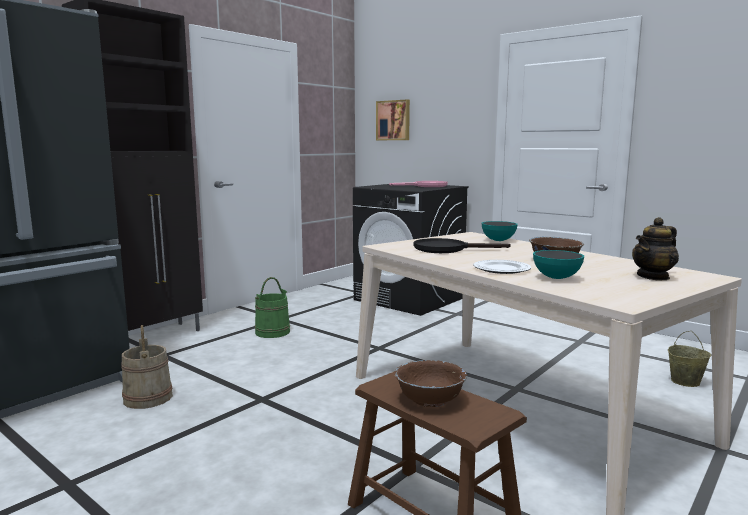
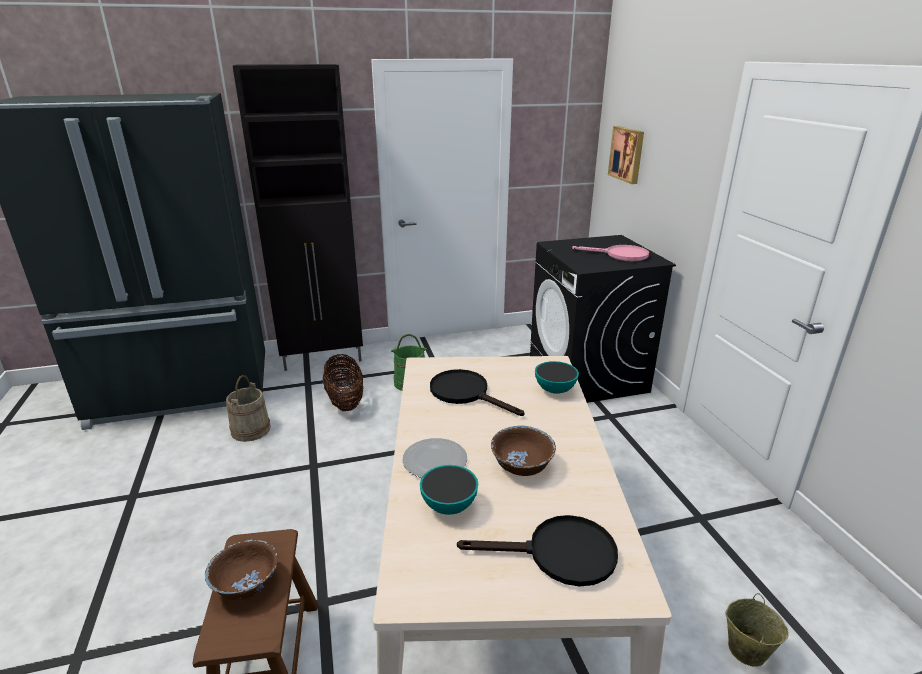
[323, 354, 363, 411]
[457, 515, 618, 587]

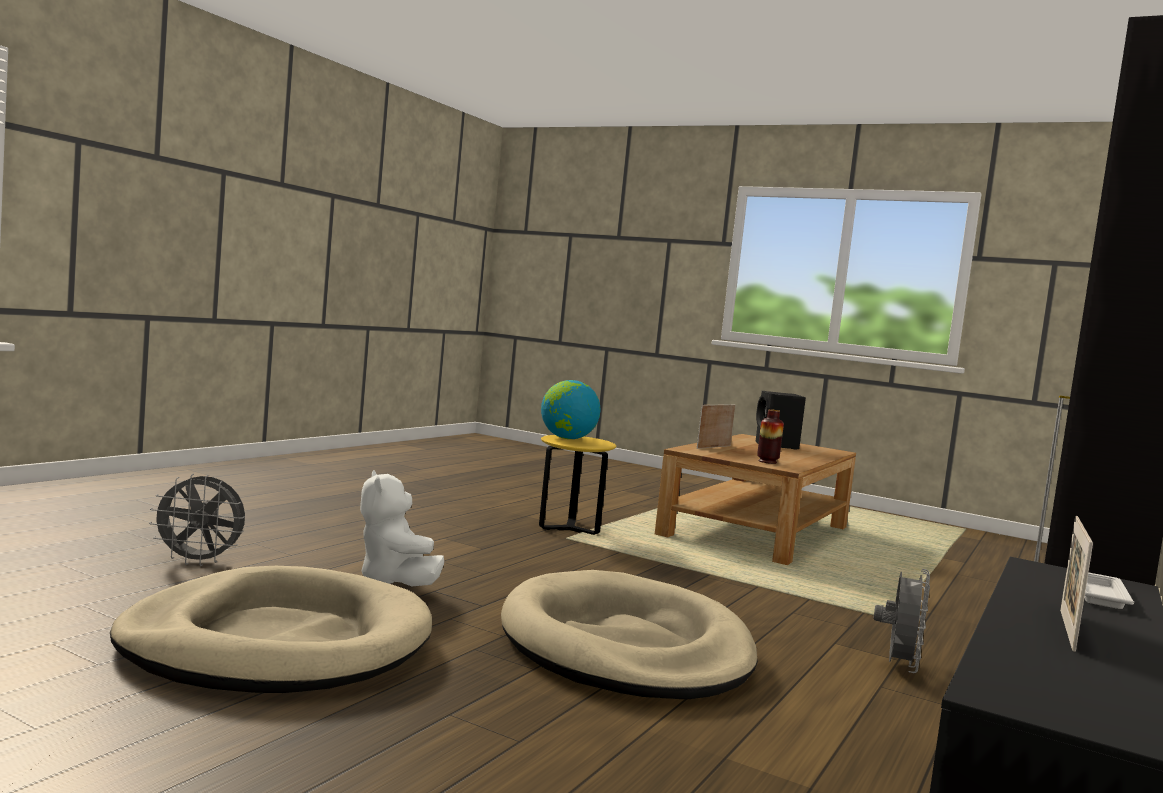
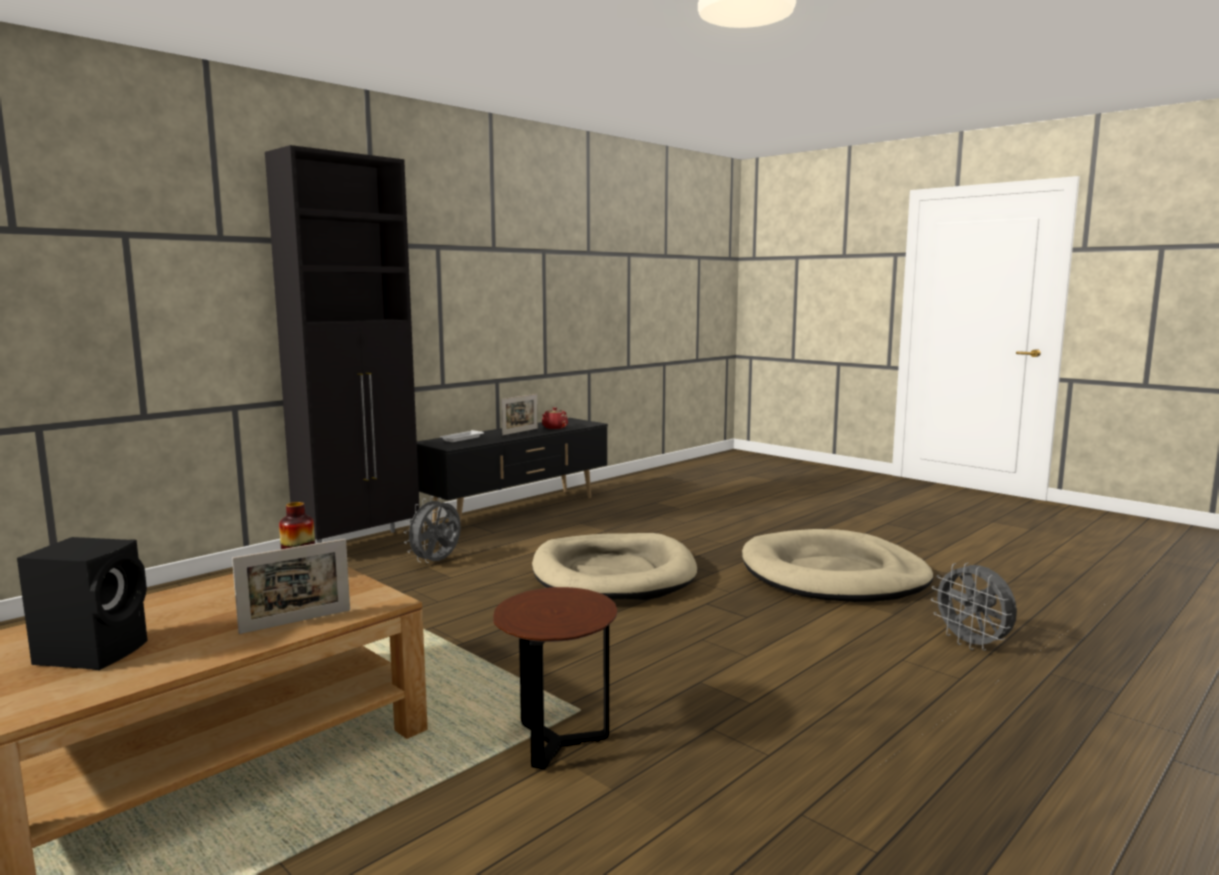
[493, 587, 617, 770]
[542, 407, 568, 429]
[931, 563, 1017, 651]
[360, 470, 444, 586] (first image)
[541, 380, 601, 439] (first image)

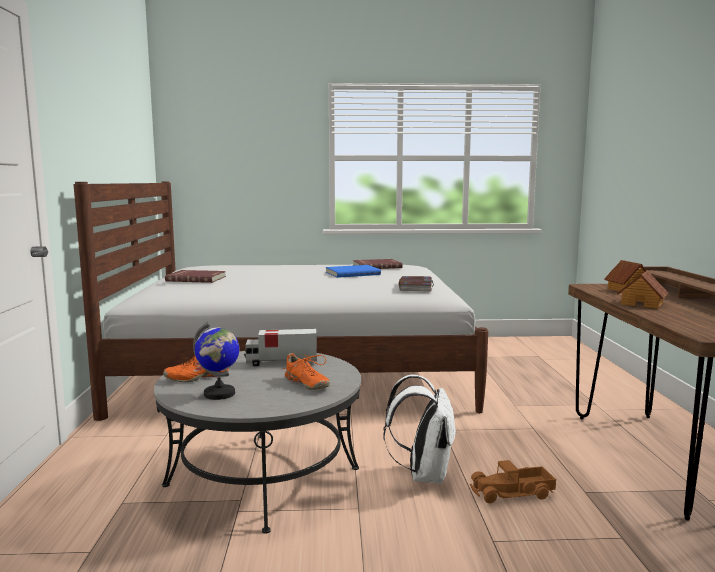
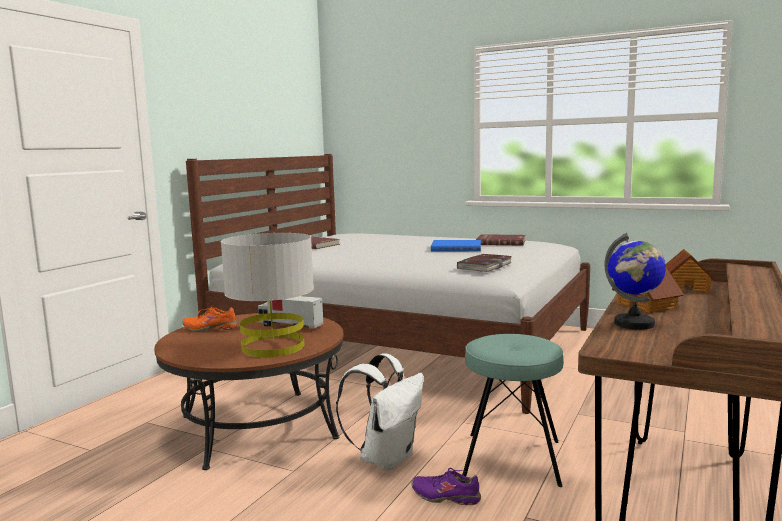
[154, 313, 343, 470]
[221, 233, 314, 357]
[412, 468, 481, 505]
[462, 334, 563, 487]
[604, 233, 666, 330]

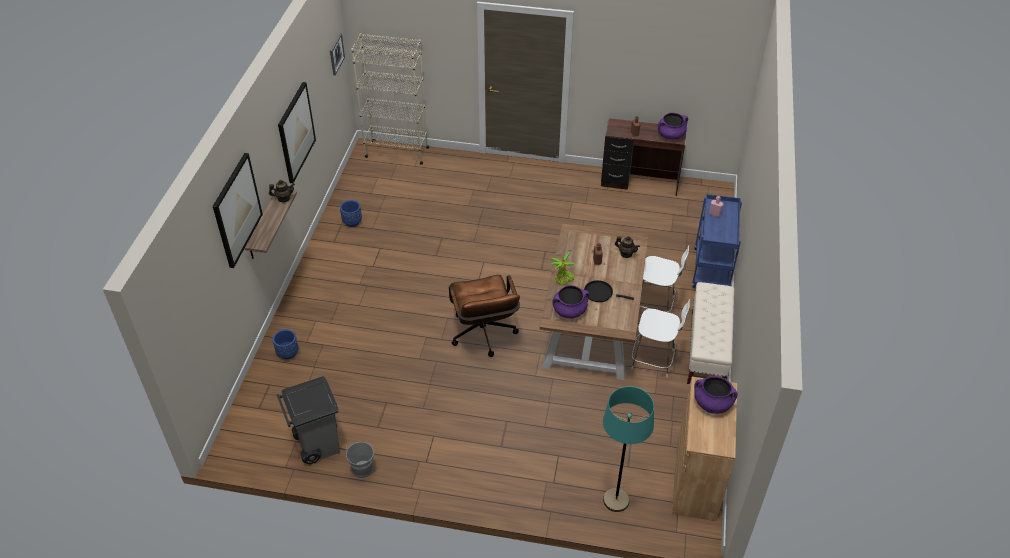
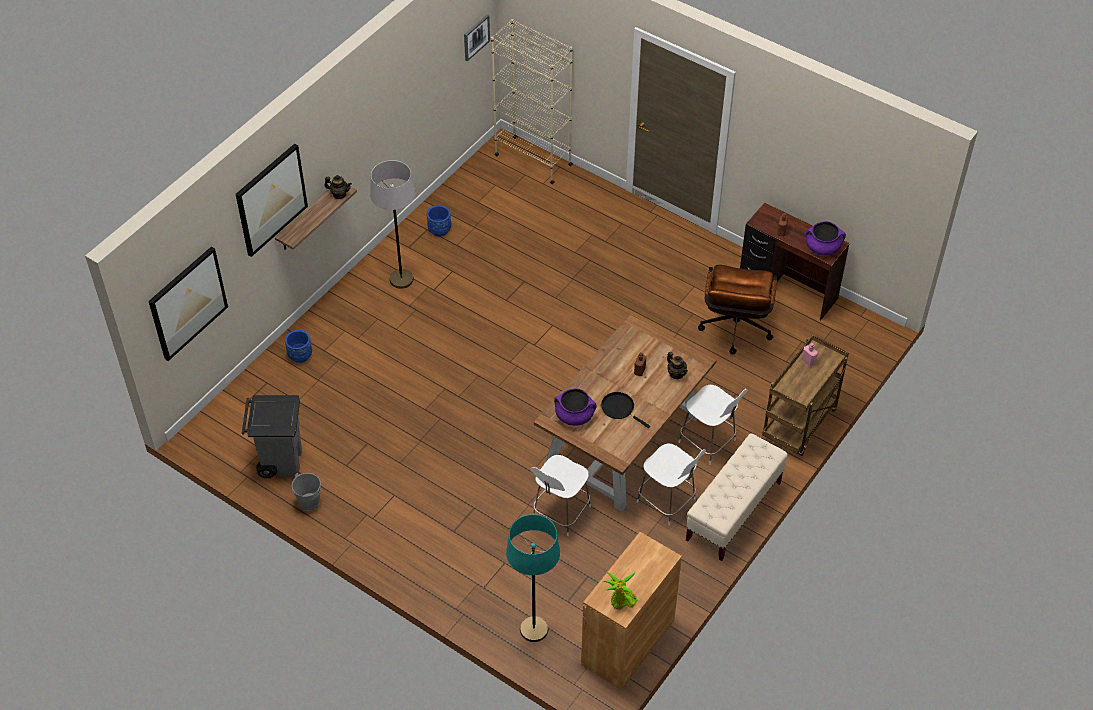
[148, 246, 228, 361]
[370, 160, 415, 289]
[531, 455, 591, 536]
[603, 572, 637, 610]
[698, 265, 778, 354]
[762, 335, 849, 456]
[694, 376, 738, 414] (first image)

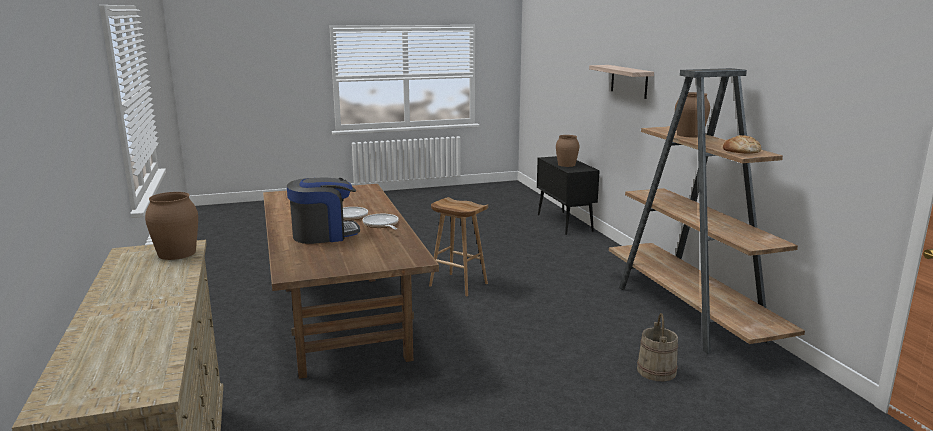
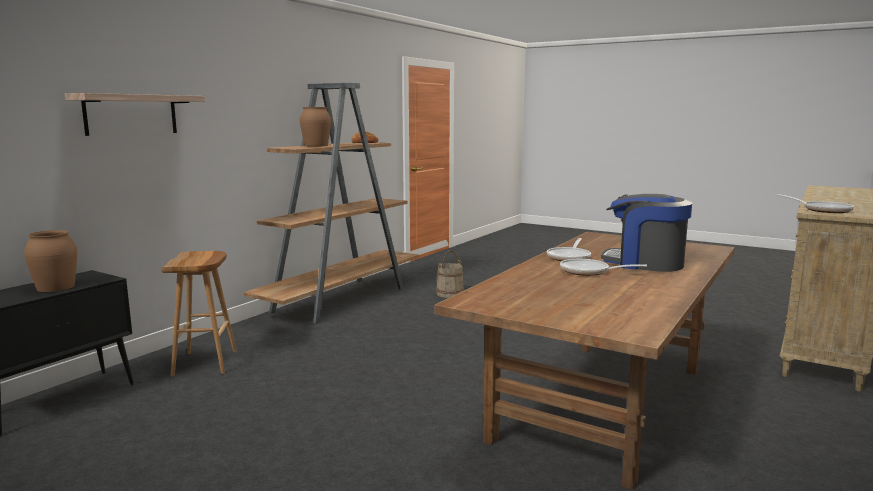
[161, 251, 237, 377]
[777, 194, 854, 213]

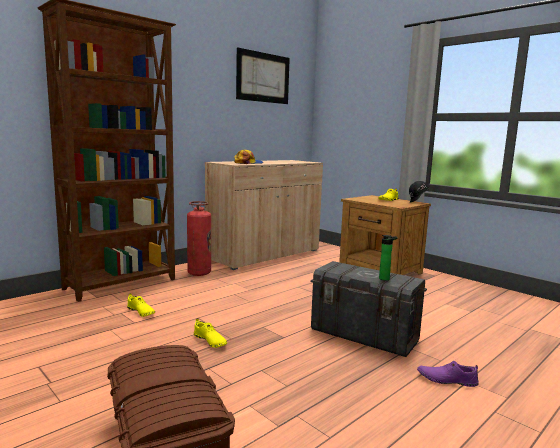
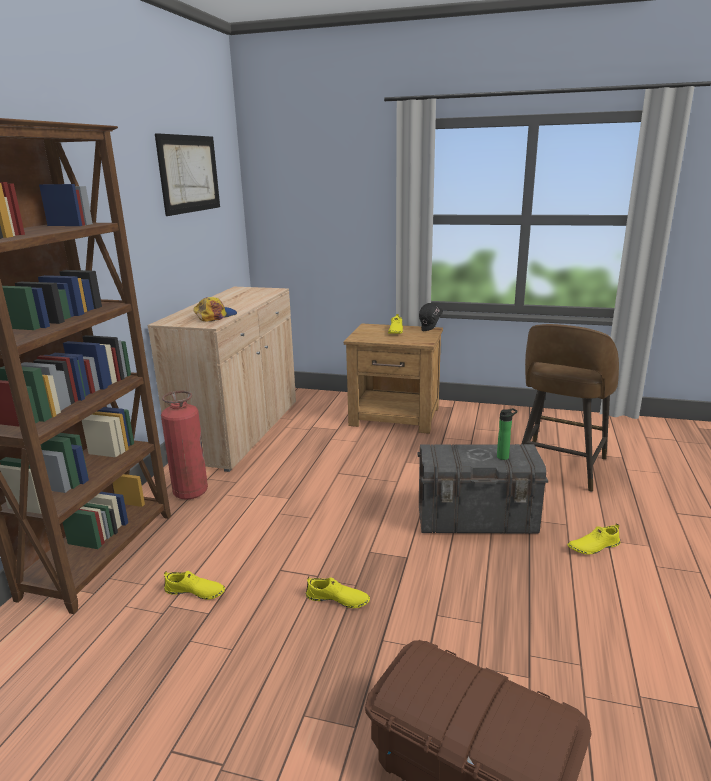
[522, 324, 619, 492]
[567, 523, 620, 555]

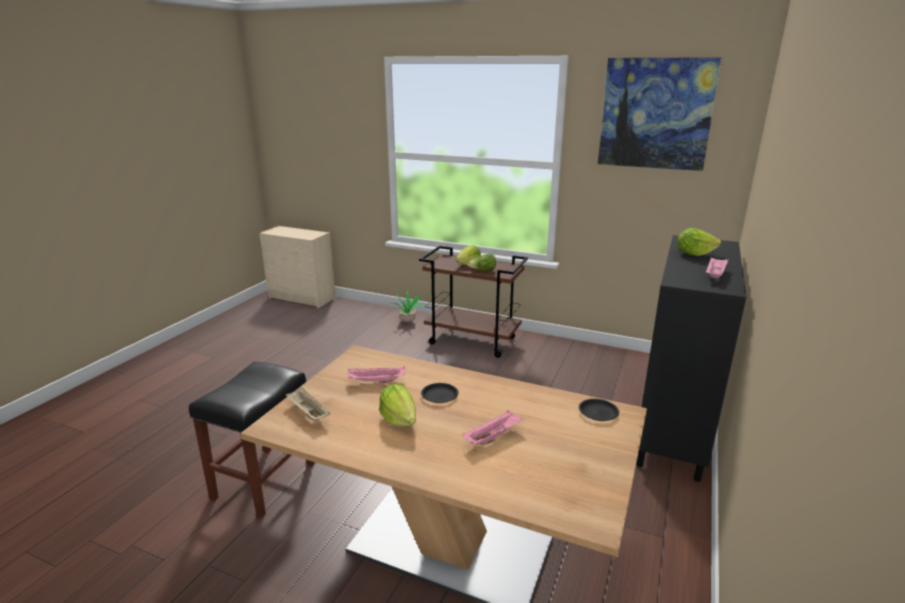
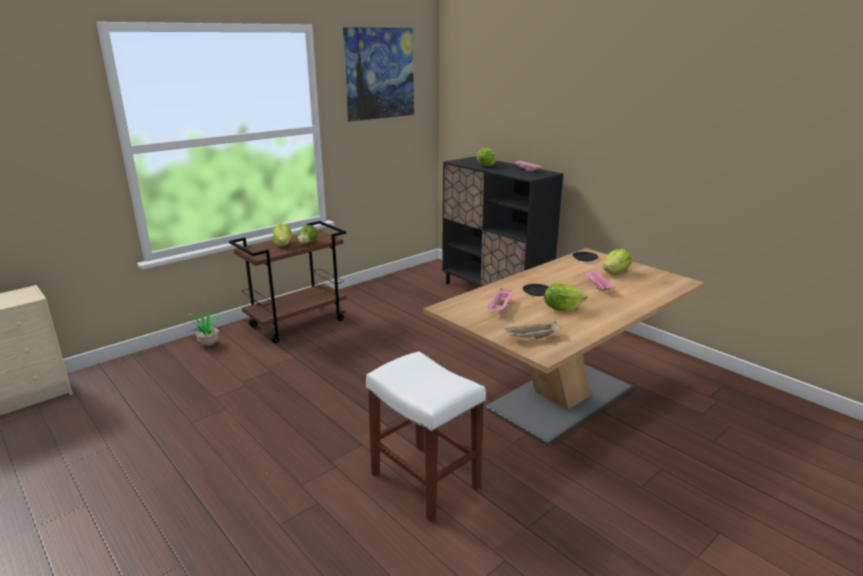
[366, 351, 486, 522]
[603, 249, 632, 273]

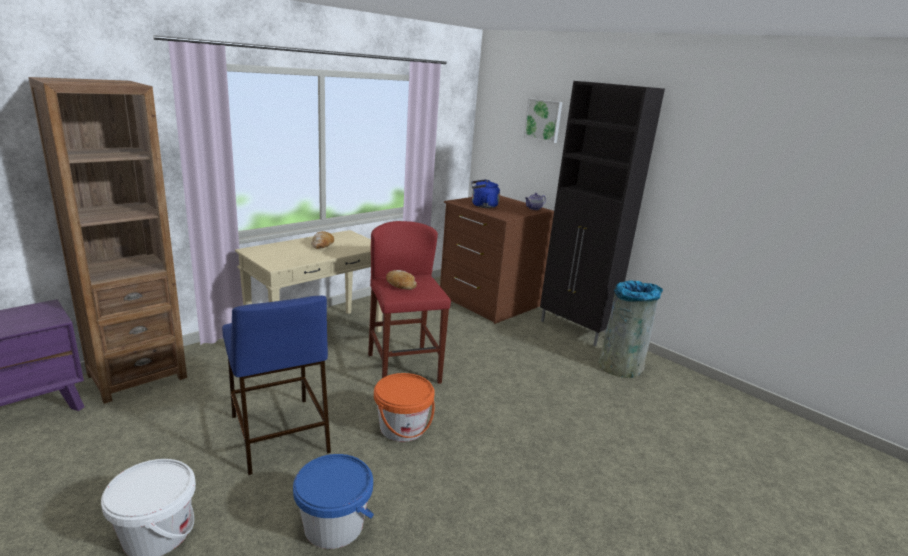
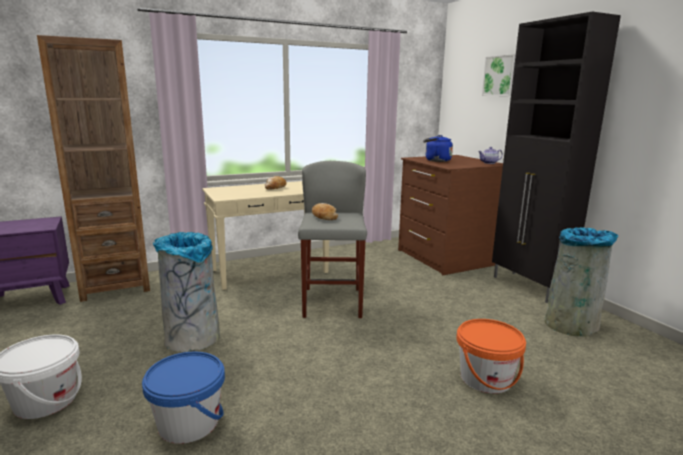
[153, 232, 220, 352]
[298, 161, 367, 318]
[456, 319, 526, 394]

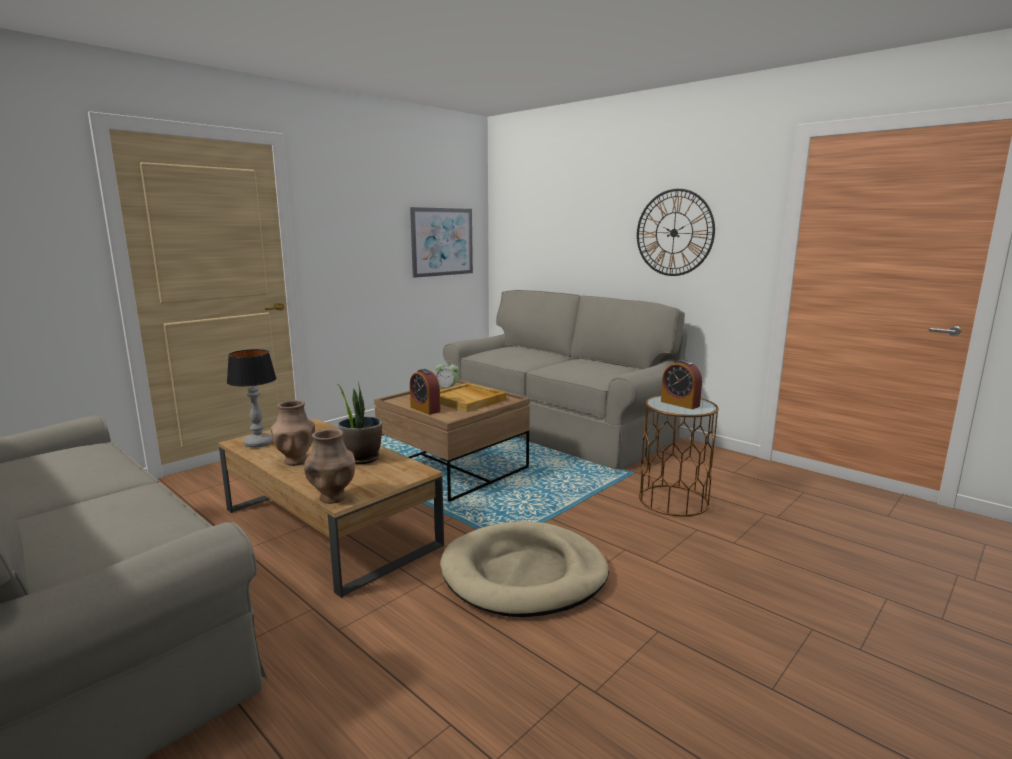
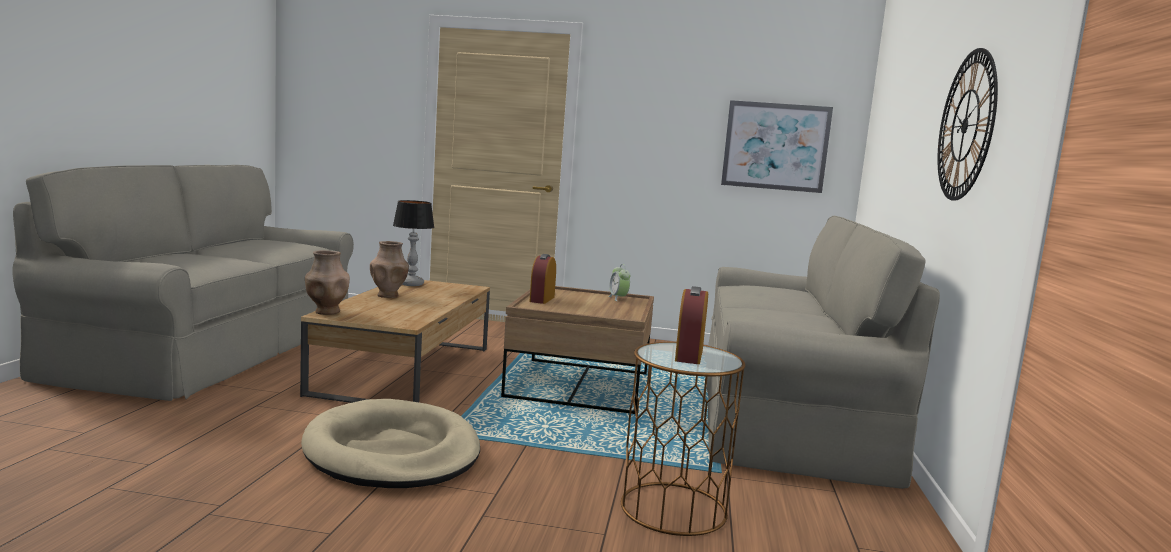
[336, 382, 382, 464] (first image)
[440, 383, 507, 412] (first image)

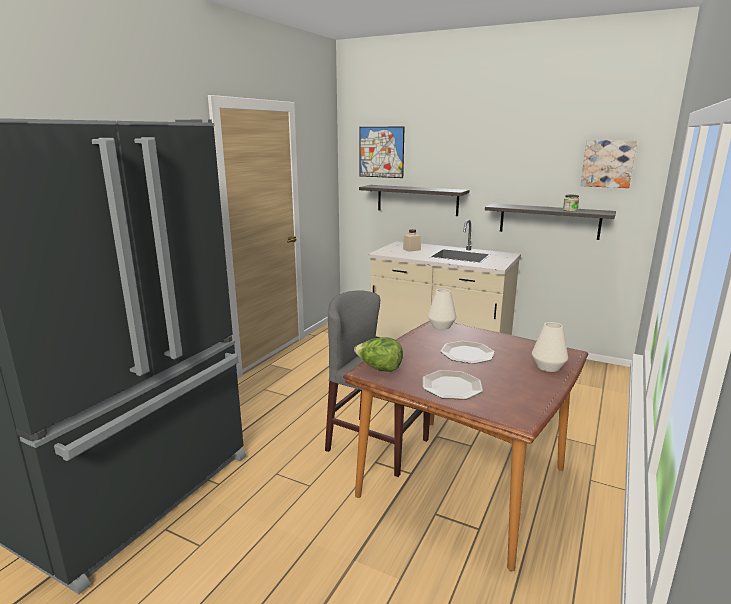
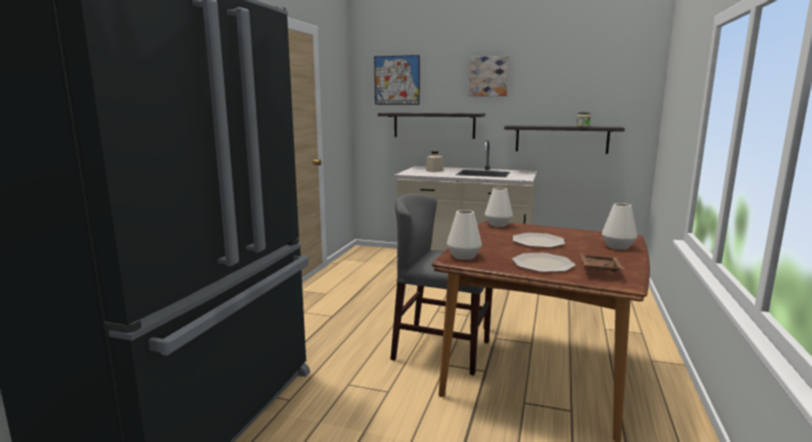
[447, 210, 482, 260]
[469, 56, 509, 96]
[580, 254, 625, 273]

